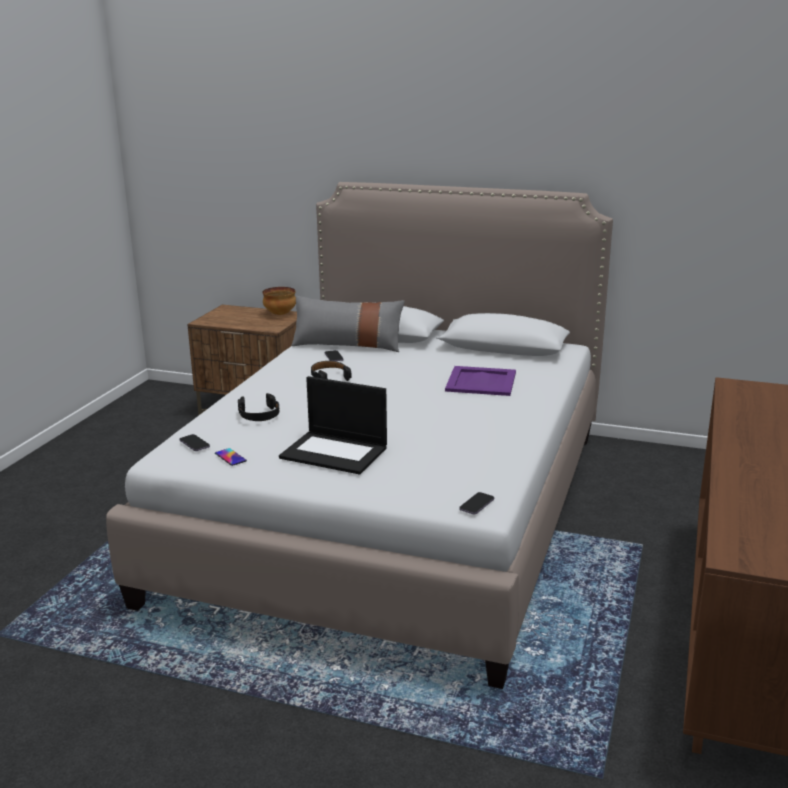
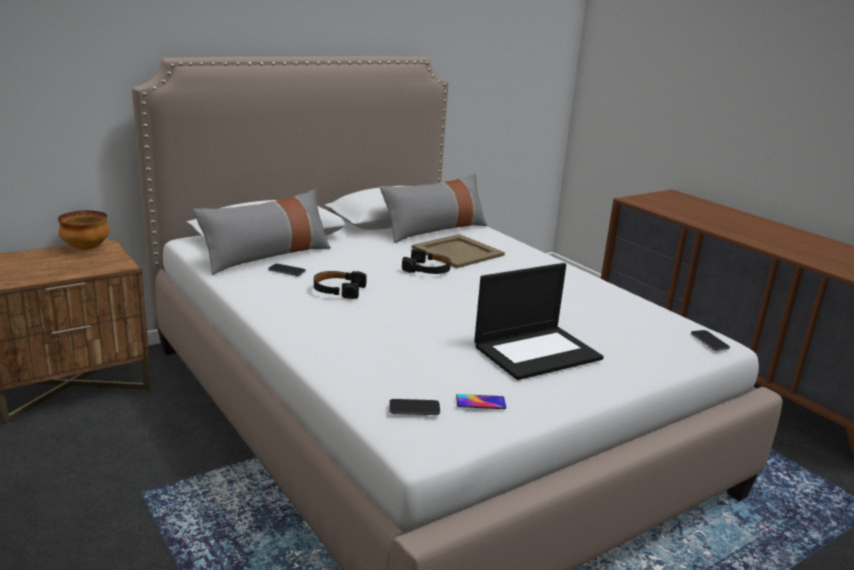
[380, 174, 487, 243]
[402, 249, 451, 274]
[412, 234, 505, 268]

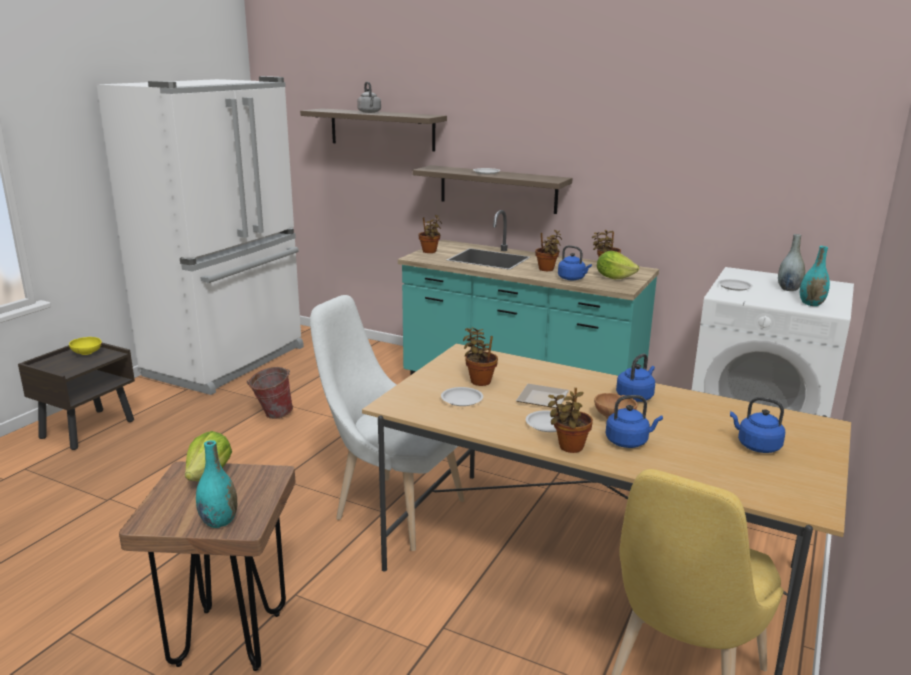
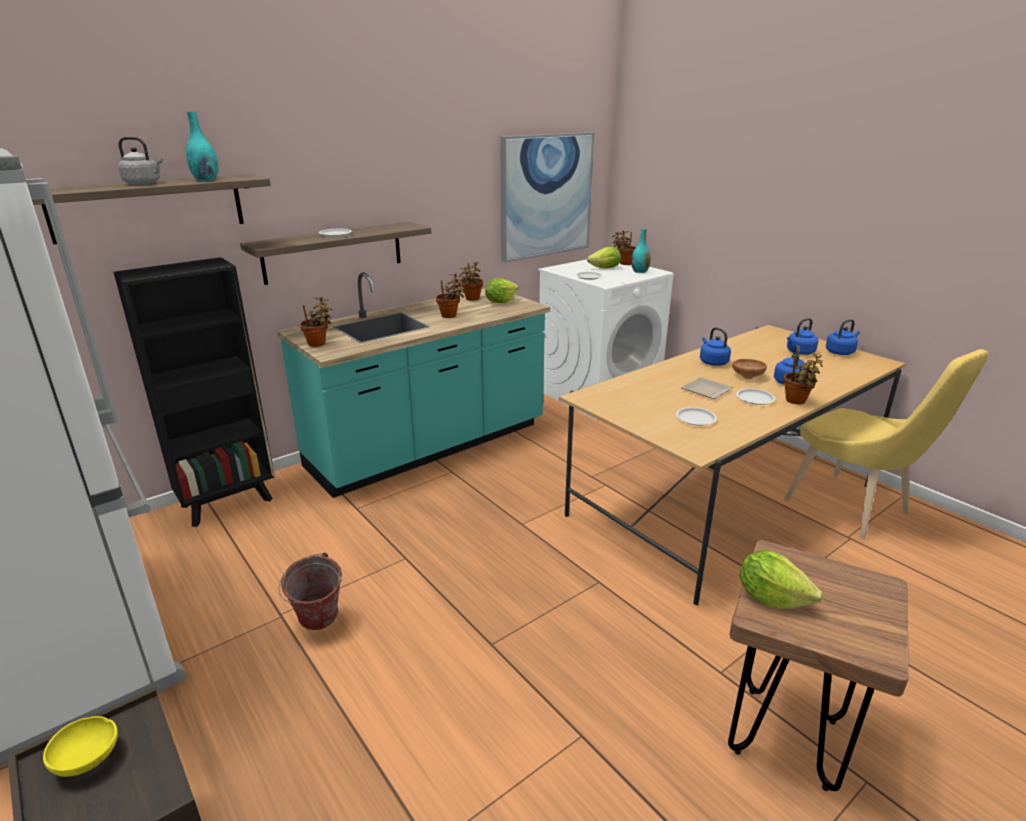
[114, 257, 275, 527]
[186, 111, 219, 181]
[500, 132, 594, 263]
[587, 246, 621, 269]
[612, 230, 636, 265]
[826, 319, 860, 355]
[310, 295, 465, 551] (first image)

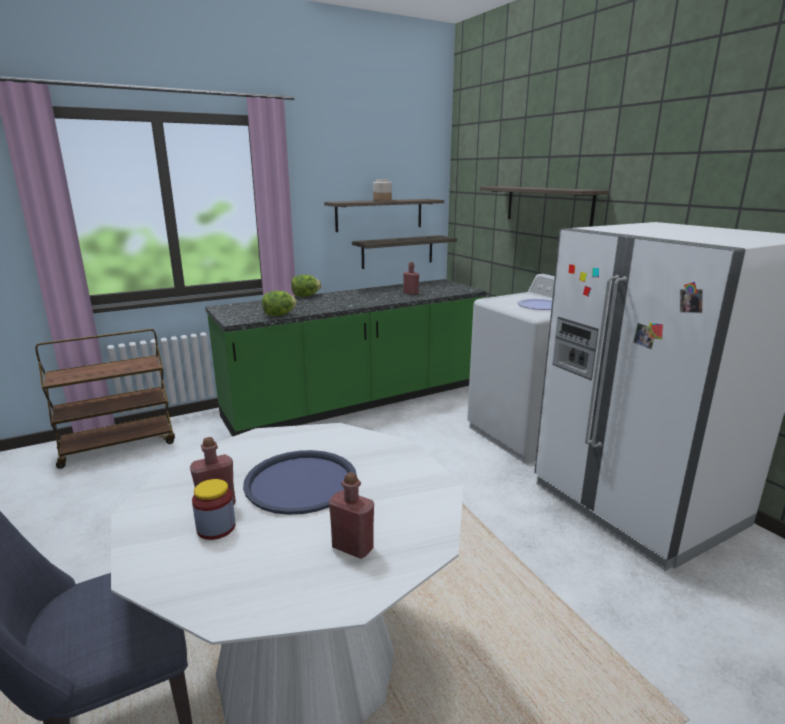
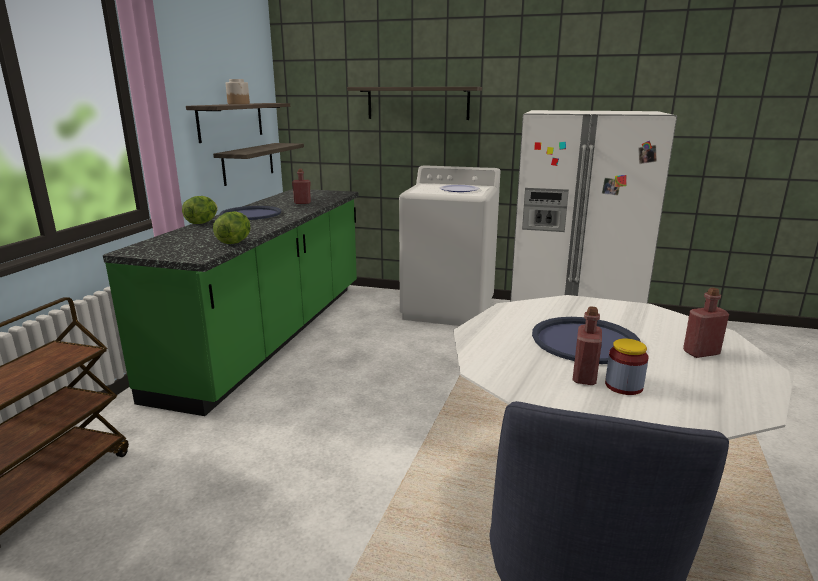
[220, 206, 281, 220]

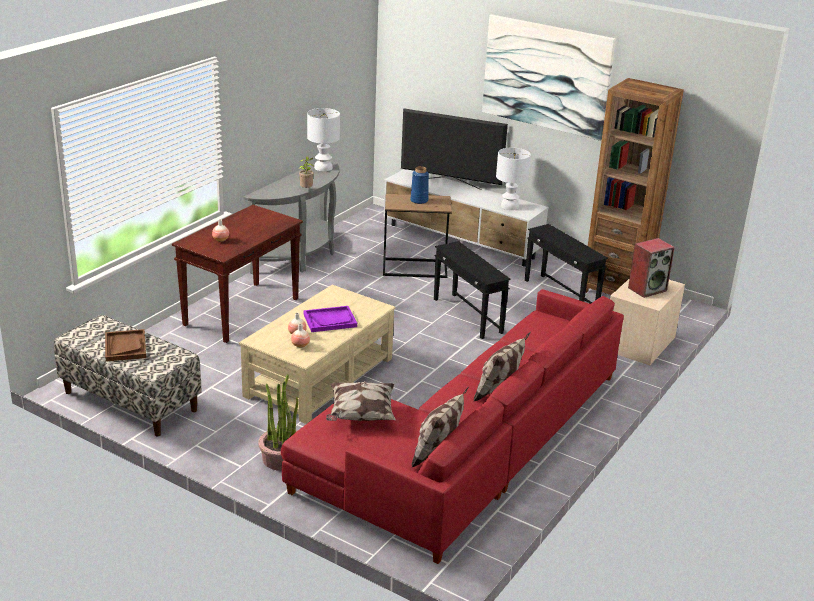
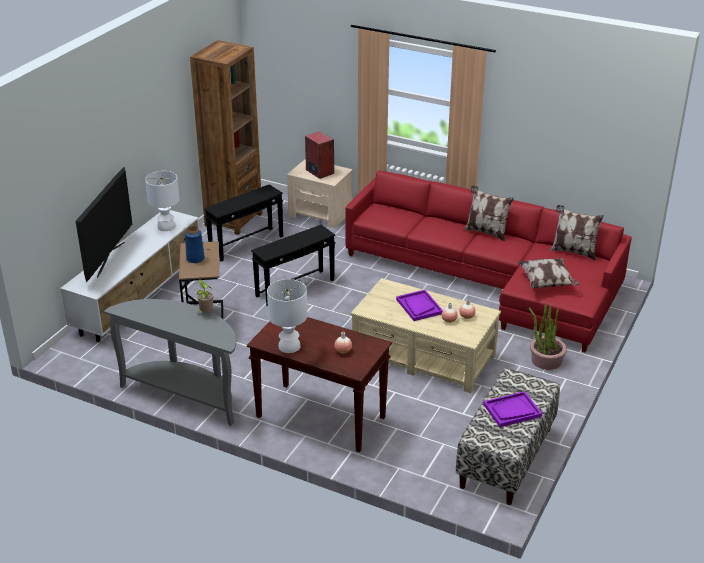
[267, 279, 308, 353]
[483, 391, 542, 427]
[482, 14, 616, 141] (first image)

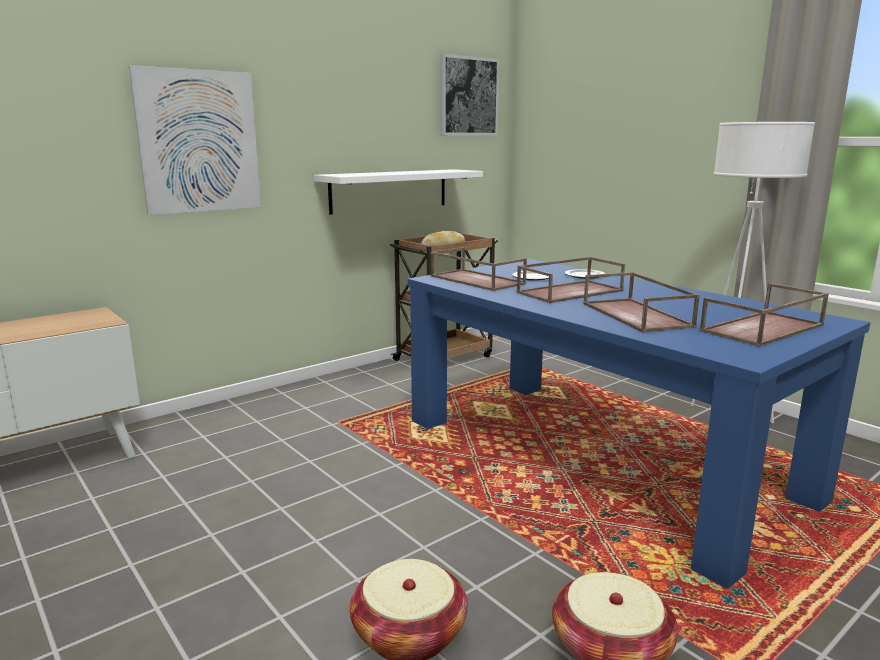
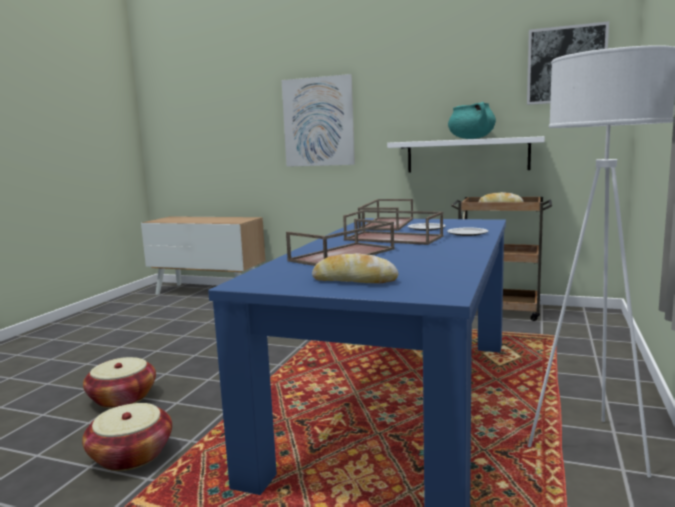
[312, 253, 398, 283]
[448, 102, 496, 139]

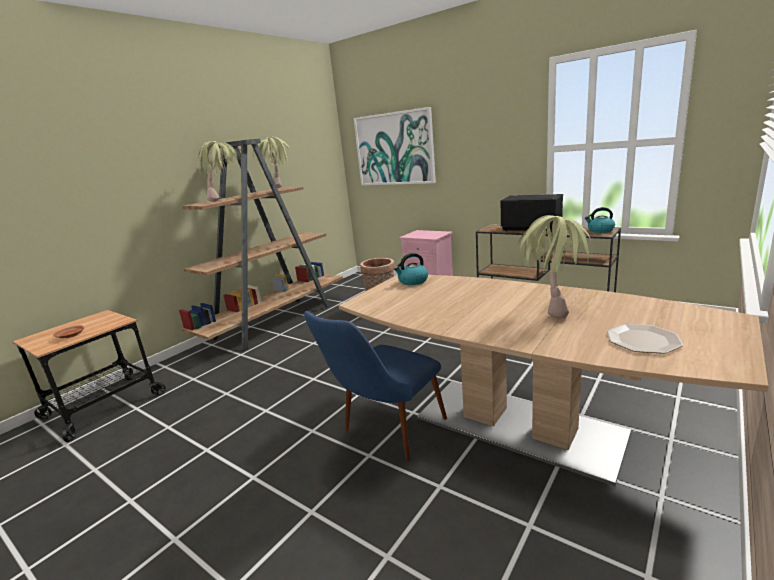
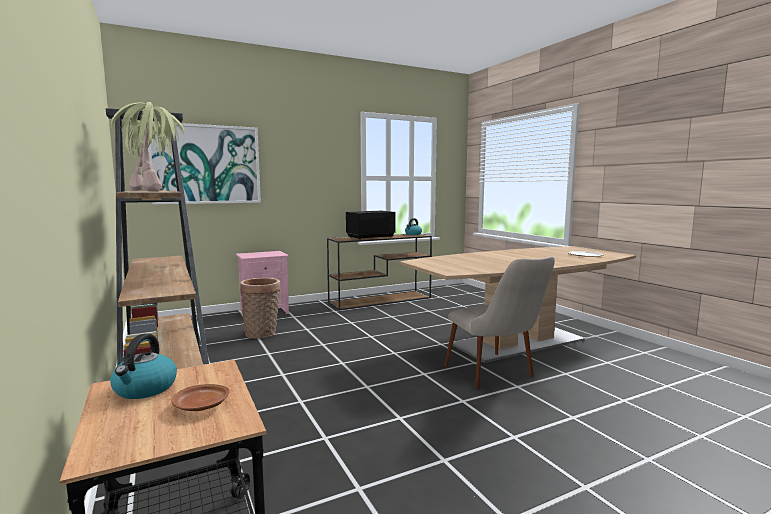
[110, 334, 177, 399]
[444, 256, 555, 389]
[518, 215, 591, 319] (first image)

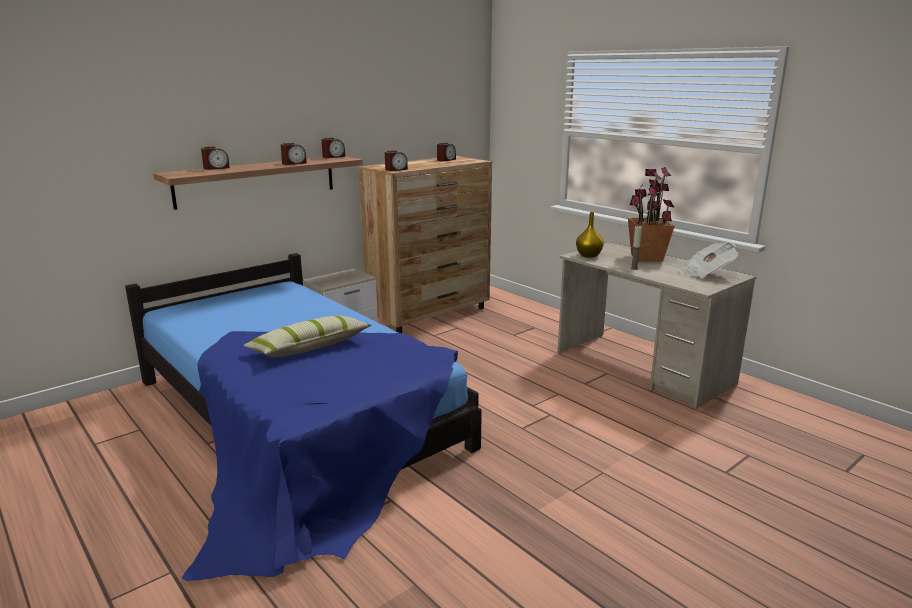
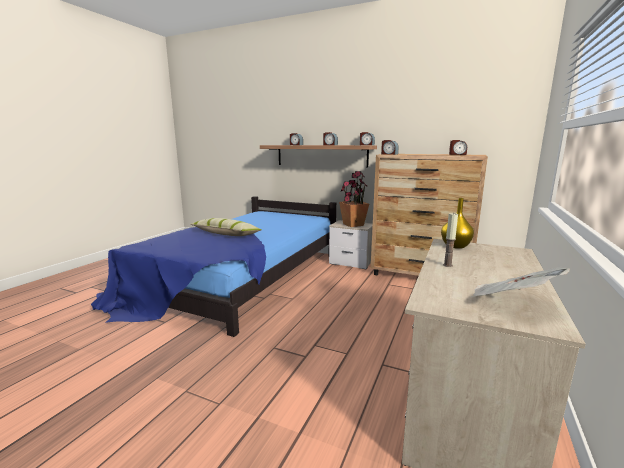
[339, 171, 369, 227]

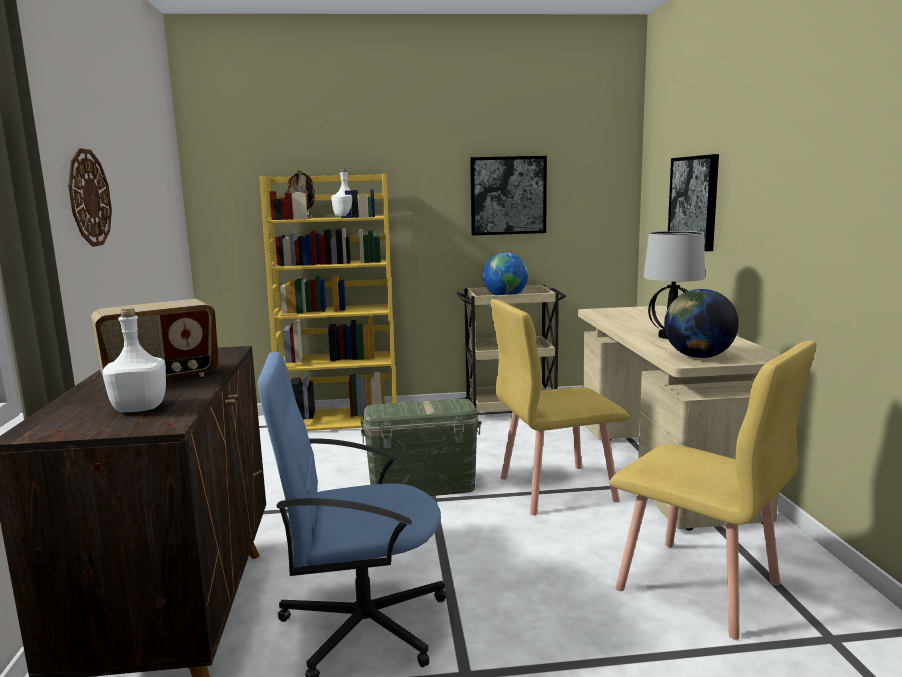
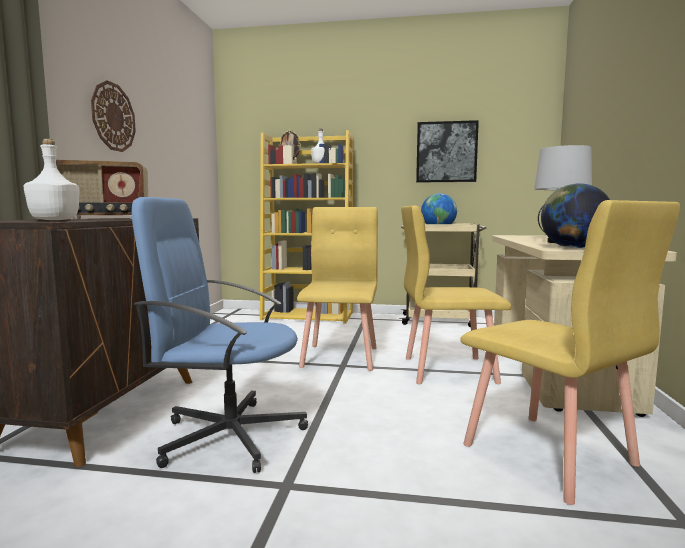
[297, 207, 378, 371]
[668, 154, 719, 251] (first image)

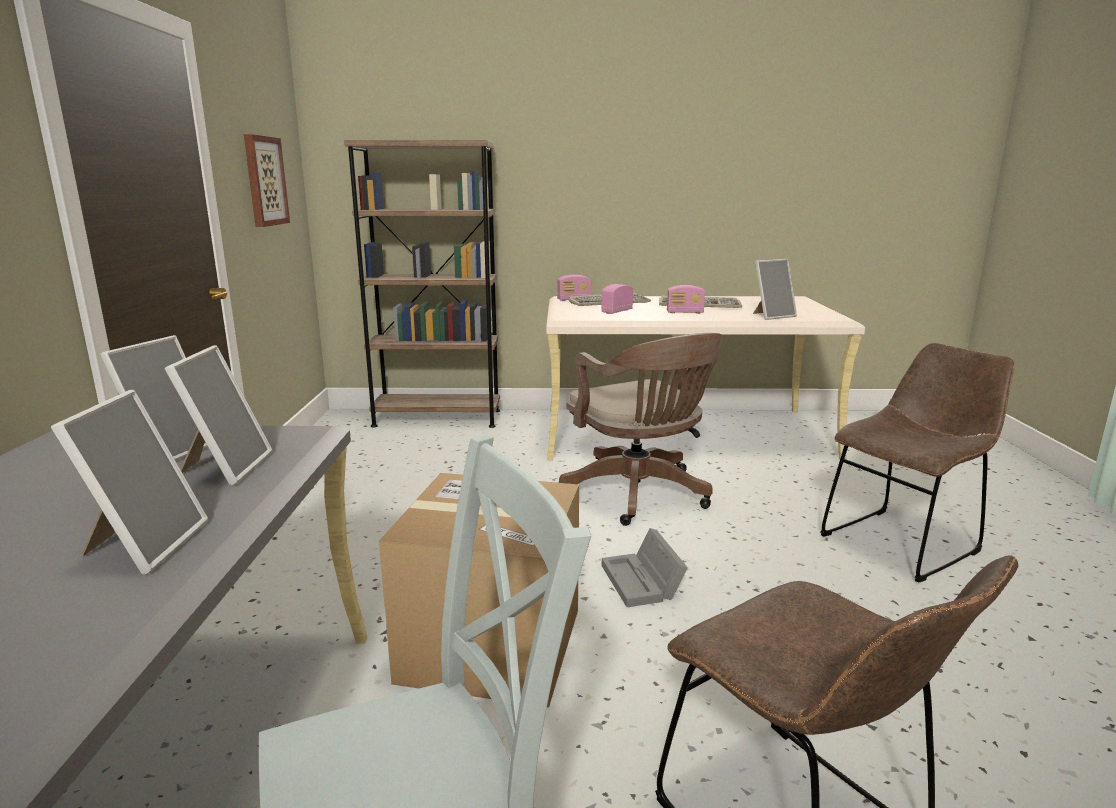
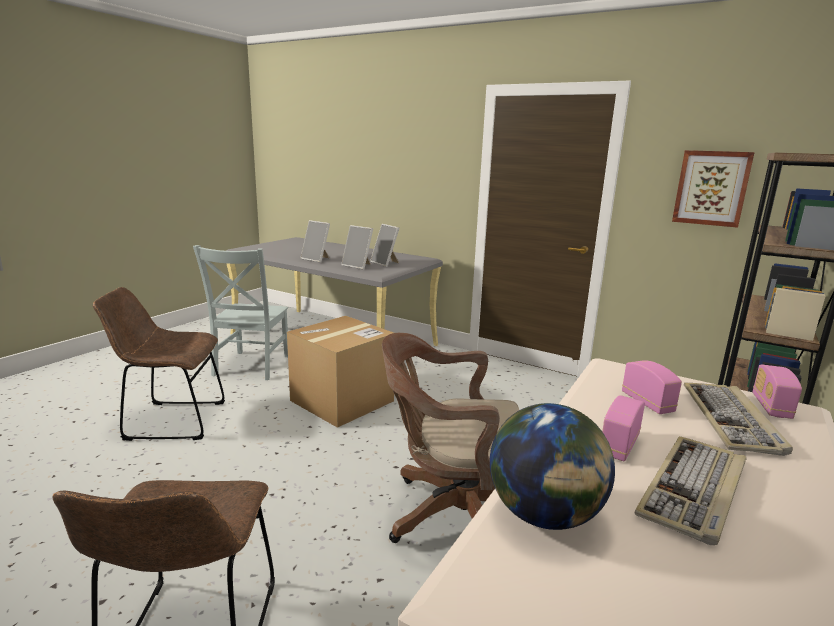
[490, 403, 615, 530]
[602, 528, 688, 607] (first image)

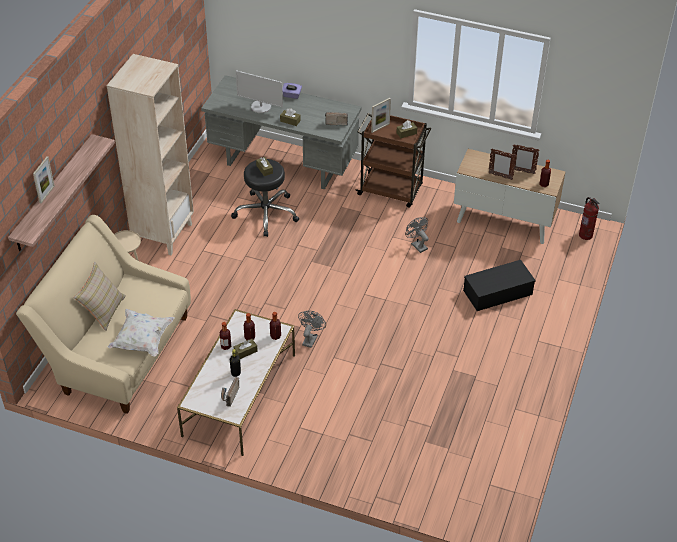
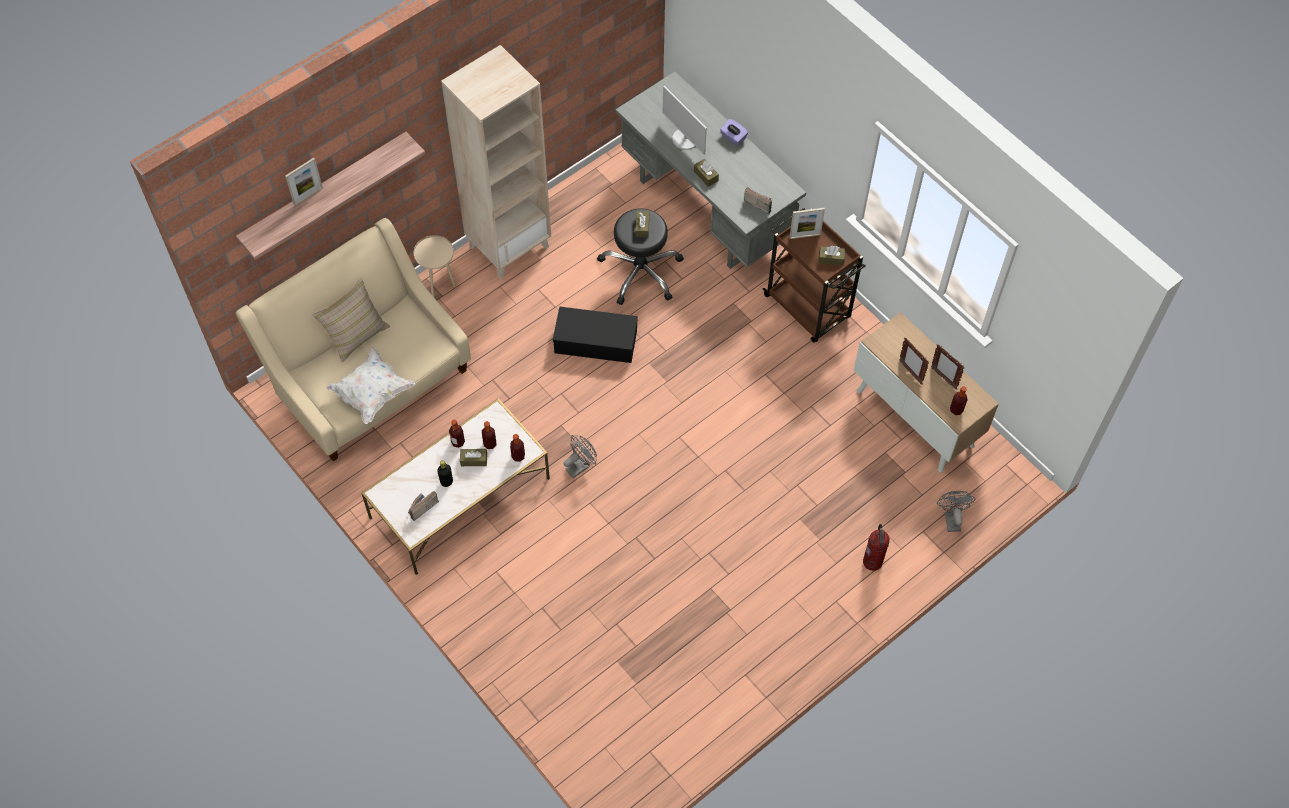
[553, 306, 638, 363]
[863, 524, 890, 571]
[937, 491, 975, 532]

